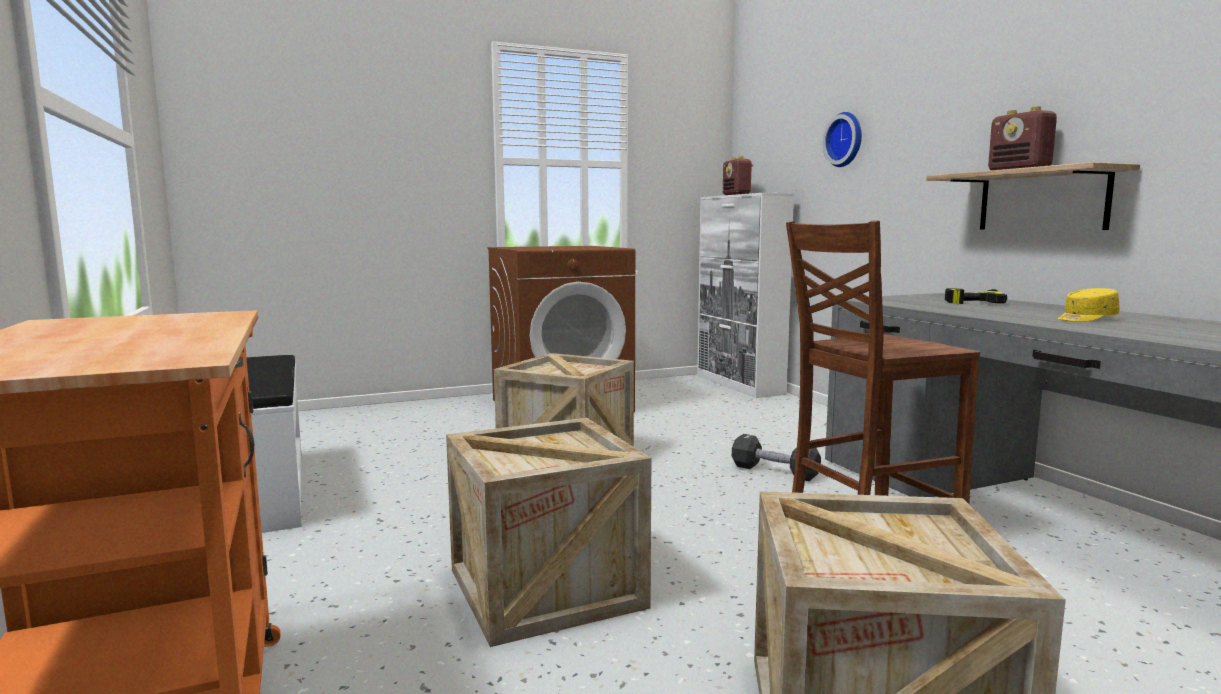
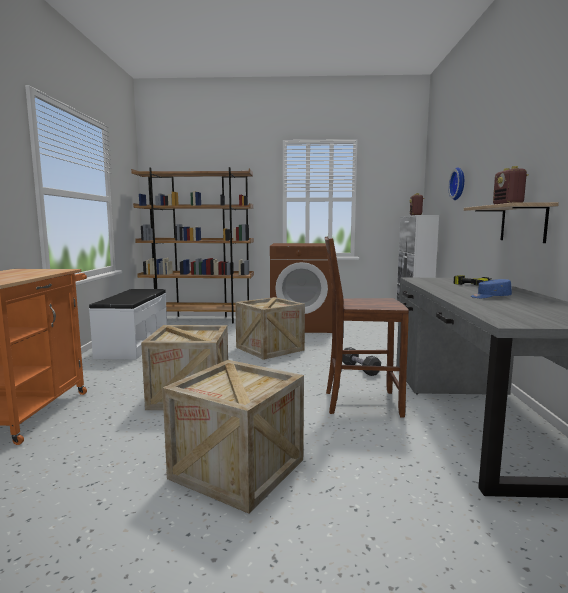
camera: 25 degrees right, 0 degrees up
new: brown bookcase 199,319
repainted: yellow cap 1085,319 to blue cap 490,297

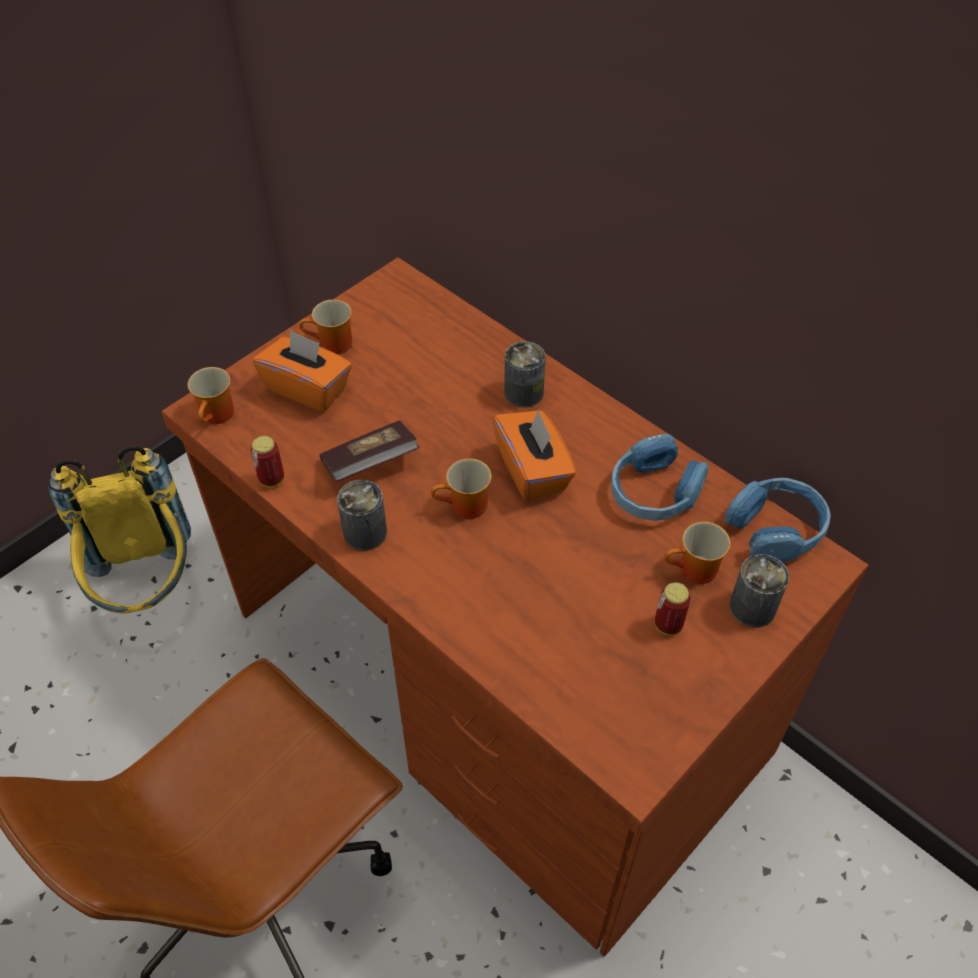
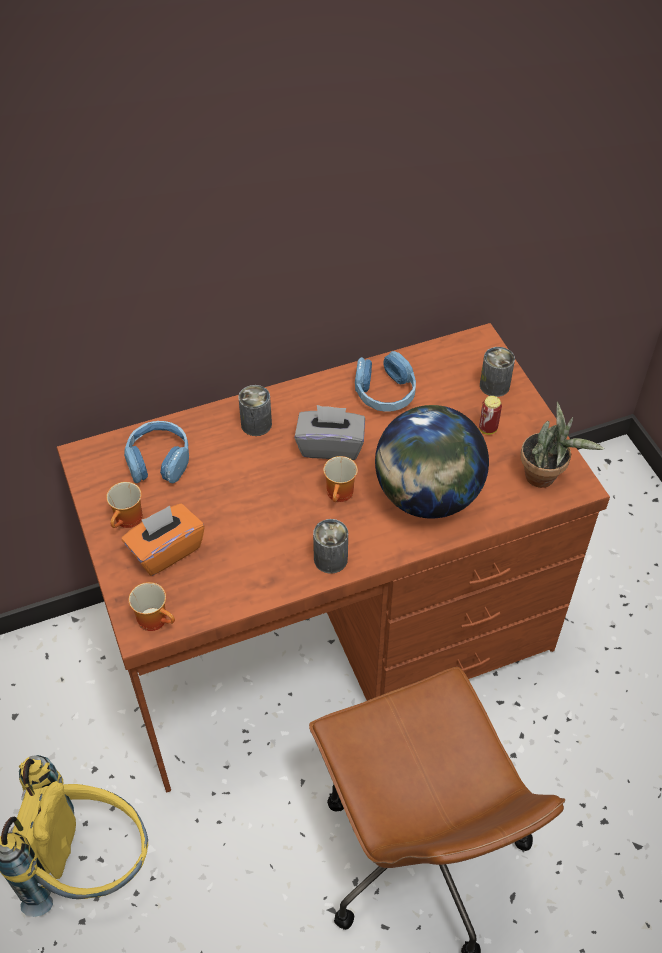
camera: 65 degrees left, 0 degrees up
gone: can 272,480; book 370,463; mug 695,572
new: globe 427,496; potted plant 545,477
shifted: blue headphones 775,529 to 159,460
repainted: orange tissue box 533,471 to grey tissue box 330,446

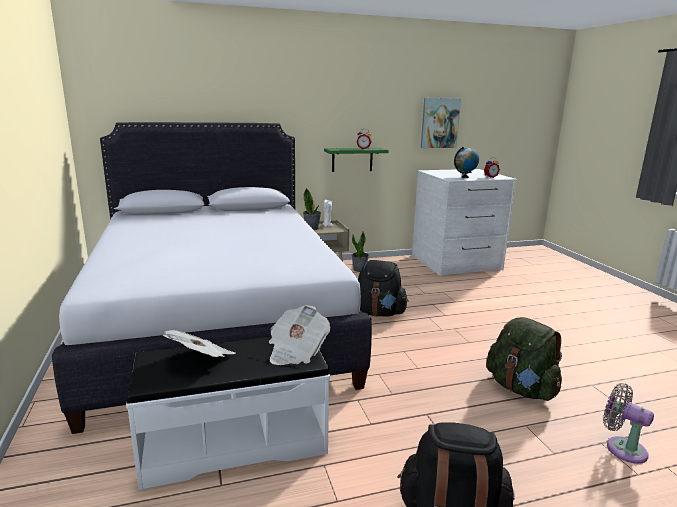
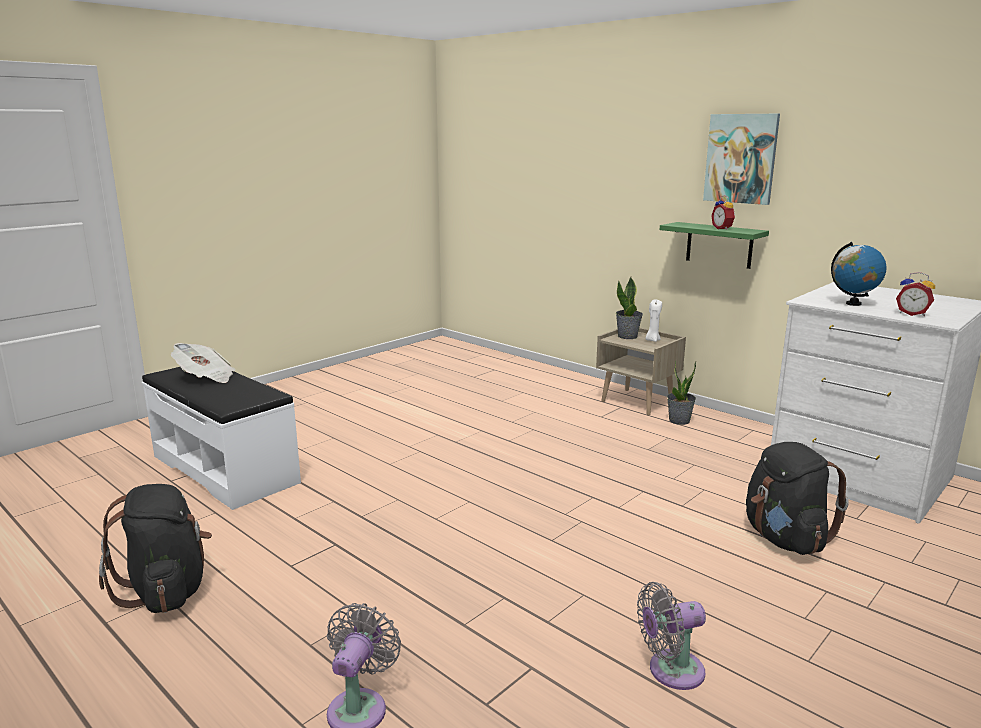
camera: 60 degrees right, 0 degrees up
gone: white bed 217,322; newspaper 296,351; green backpack 521,388
new: grey fan 670,671
shifted: black backpack 378,313 to 784,539; picture 439,123 to 741,158

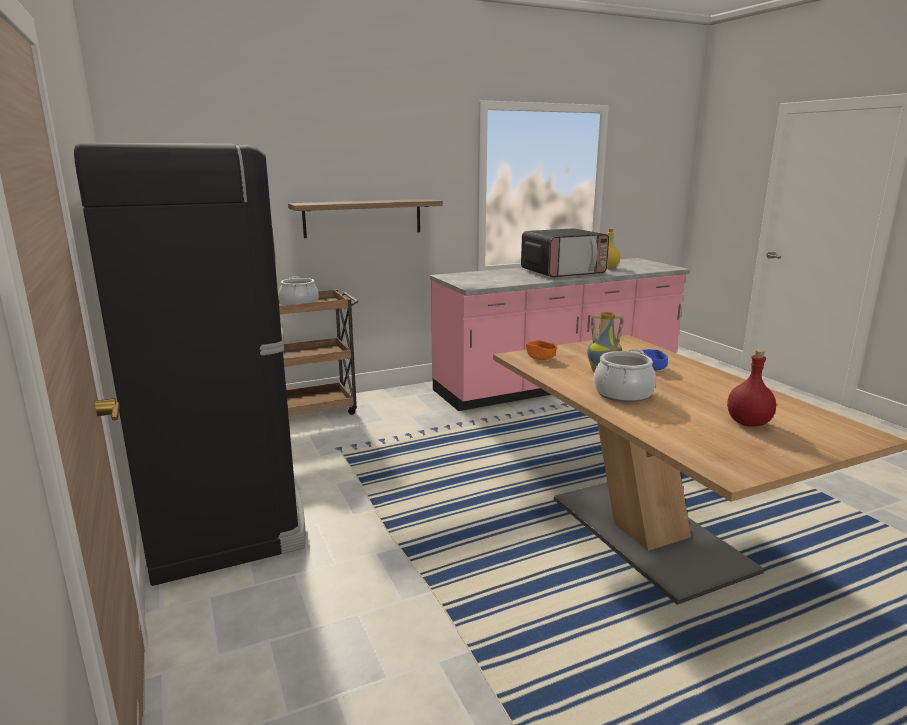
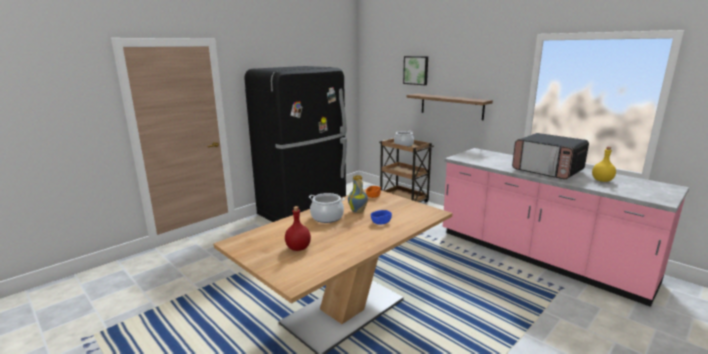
camera: 70 degrees right, 0 degrees up
new: picture 416,70

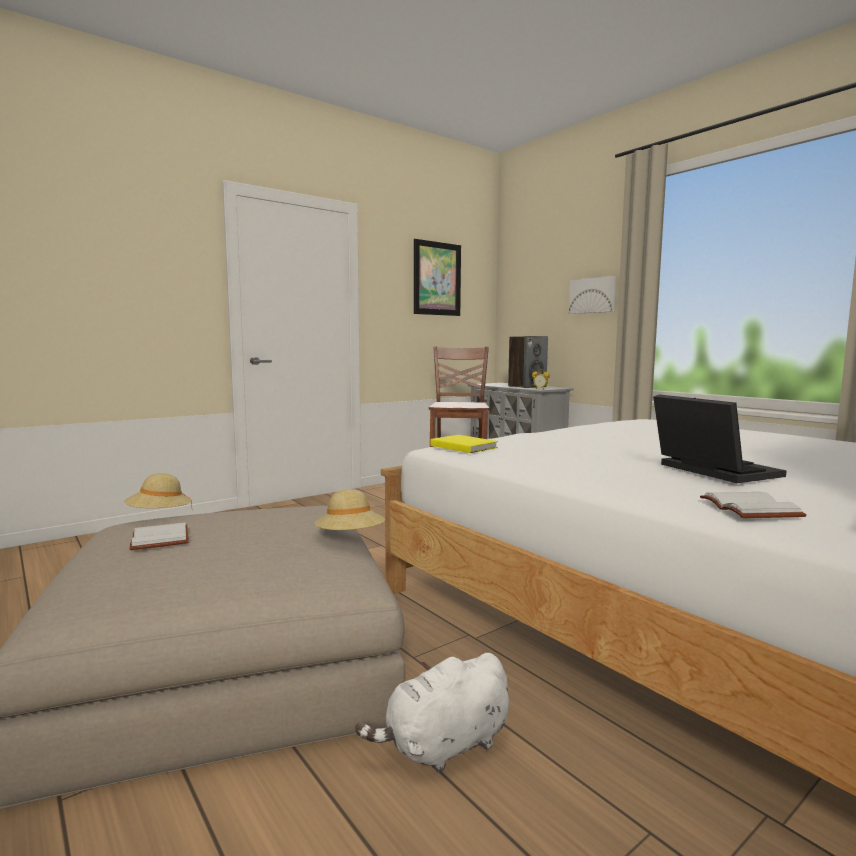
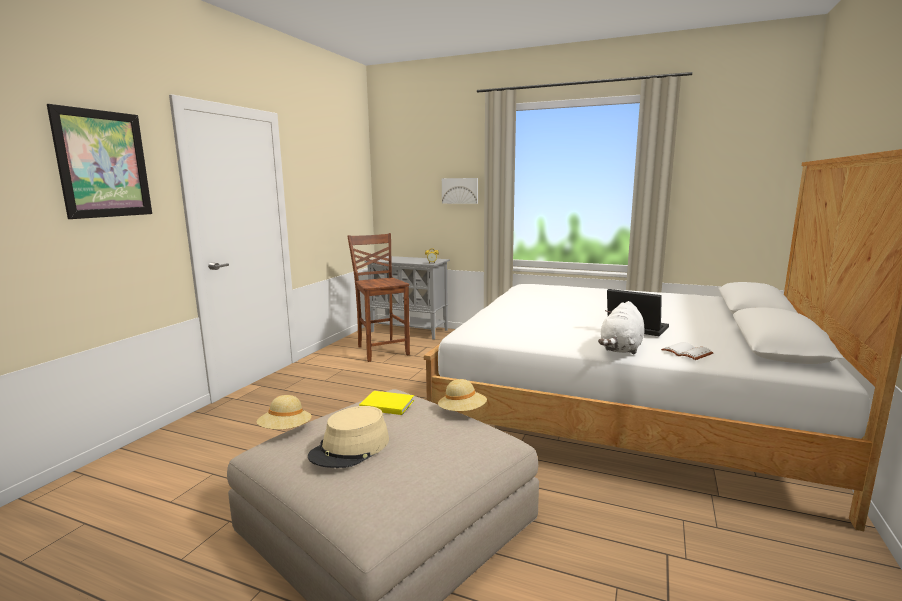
camera: 30 degrees left, 5 degrees up
gone: speaker 527,386
shifted: white plush toy 444,746 to 621,349; picture 437,279 to 103,164; yellow book 463,446 to 386,404
swapped: white book 162,539 to beige hat 350,448

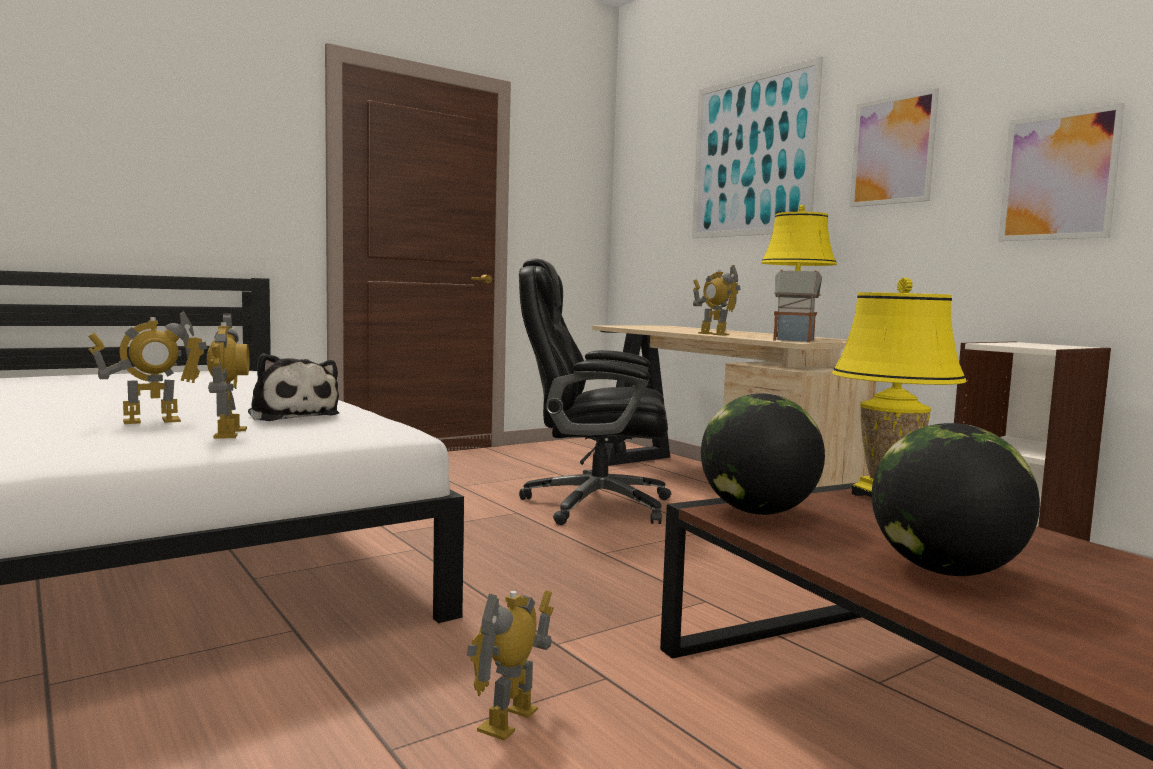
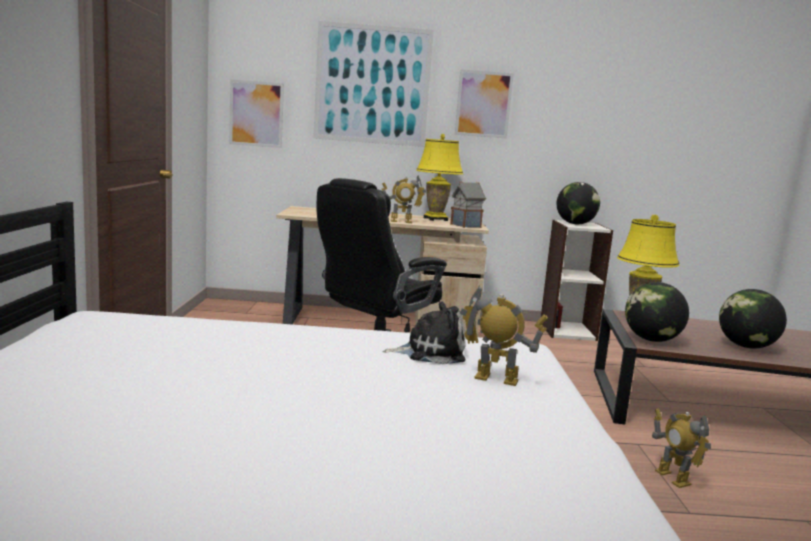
camera: 55 degrees left, 5 degrees up
gone: toy robot 152,421
new: globe 575,224
shifted: picture 1058,176 to 256,114

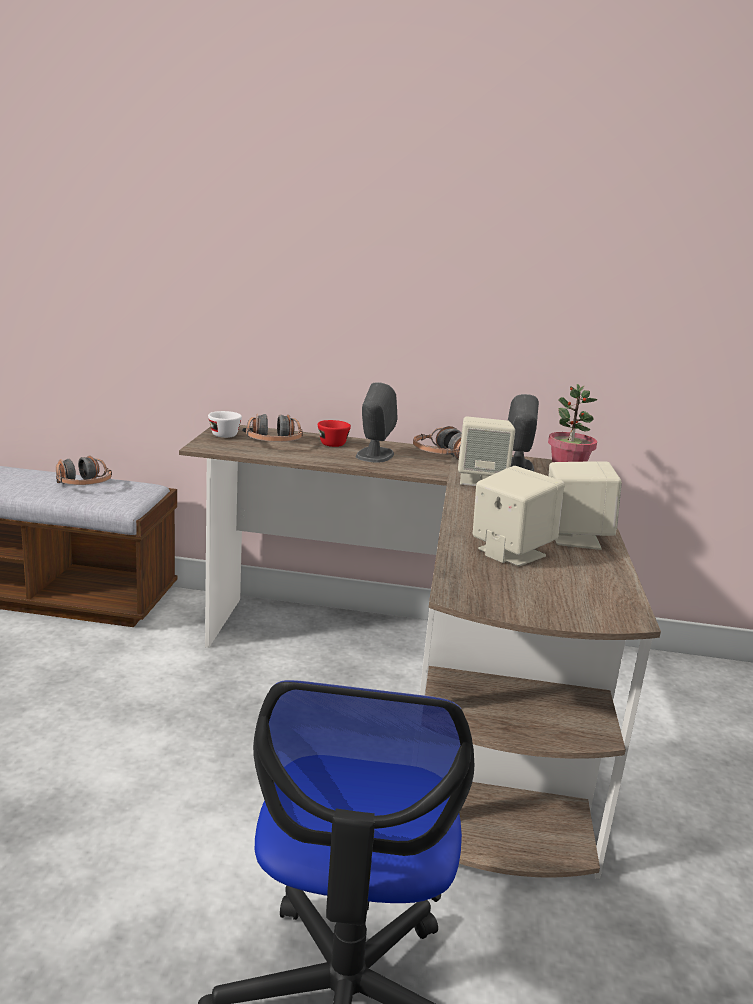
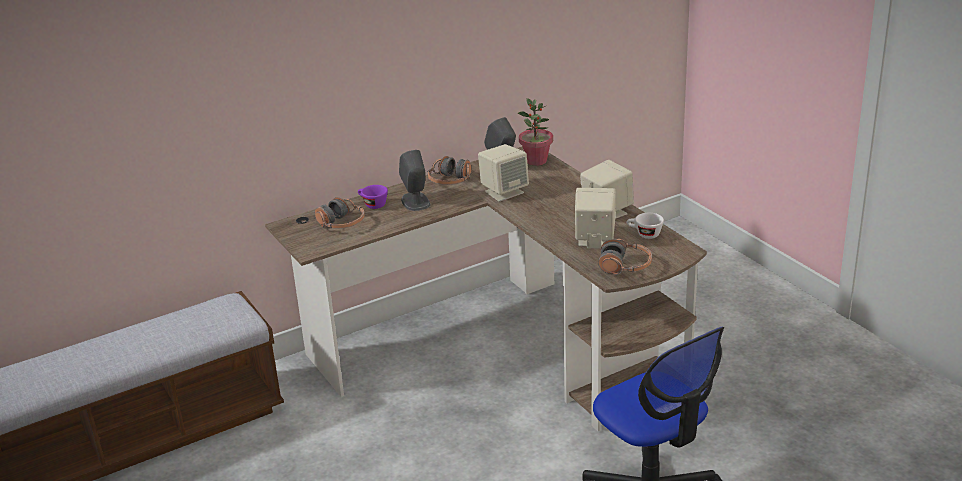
camera: 35 degrees left, 10 degrees up
shifted: headphones 83,485 to 625,267; white cup 222,434 to 644,234
repainted: red cup 331,443 to purple cup 372,204

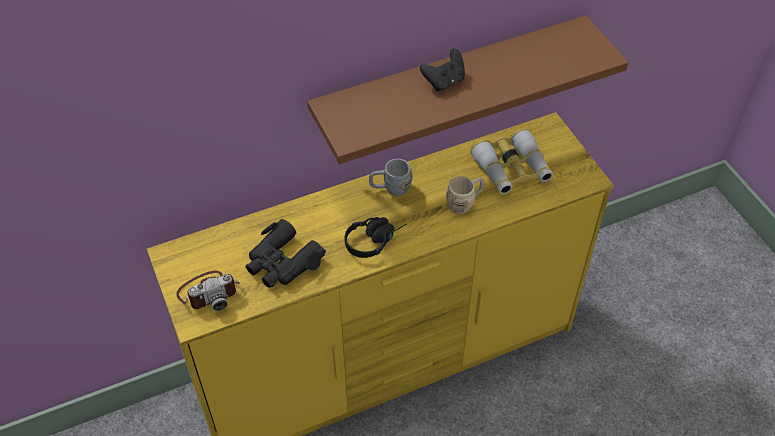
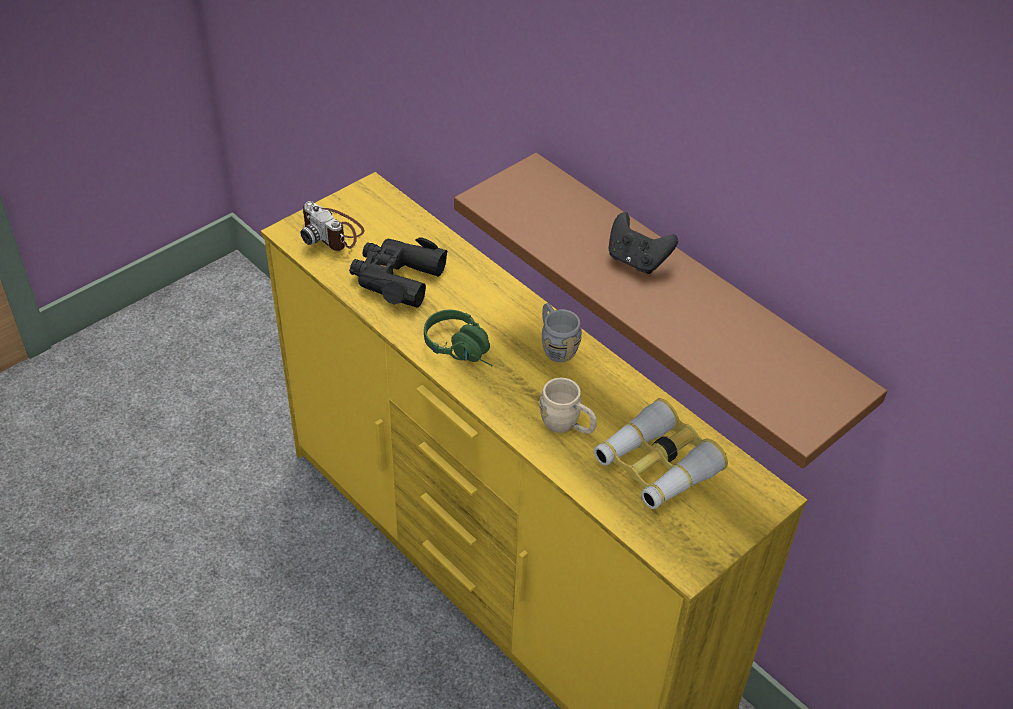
camera: 70 degrees right, 5 degrees down
repainted: black headphones 375,240 to green headphones 464,350

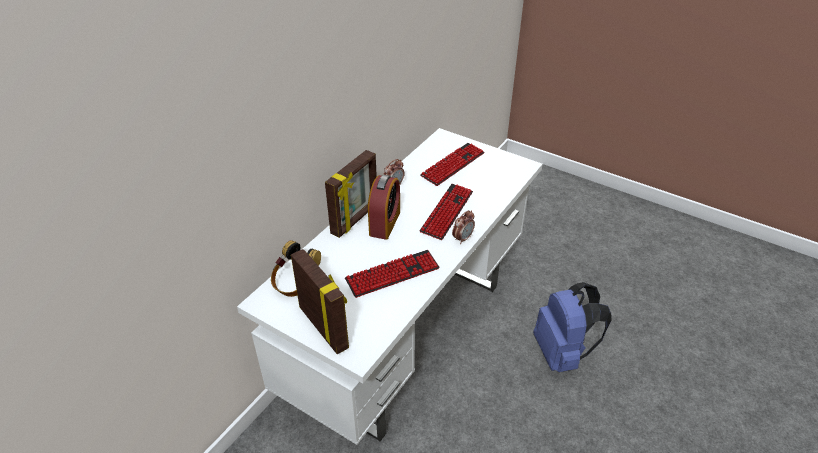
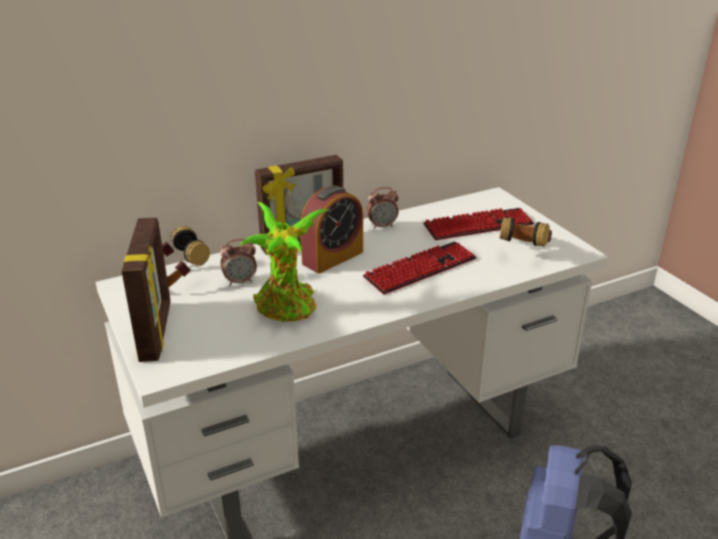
camera: 30 degrees right, 10 degrees down
new: headphones 523,251
shifted: alarm clock 462,238 to 240,281
swapped: keyboard 392,274 to potted plant 287,309

